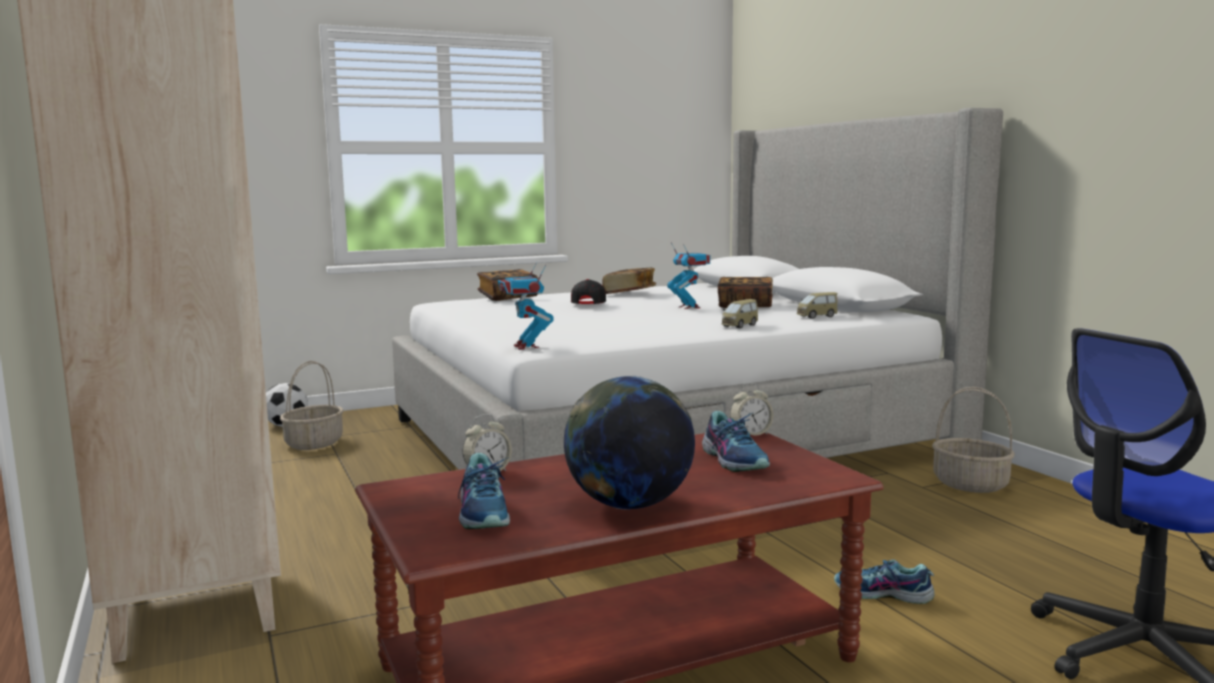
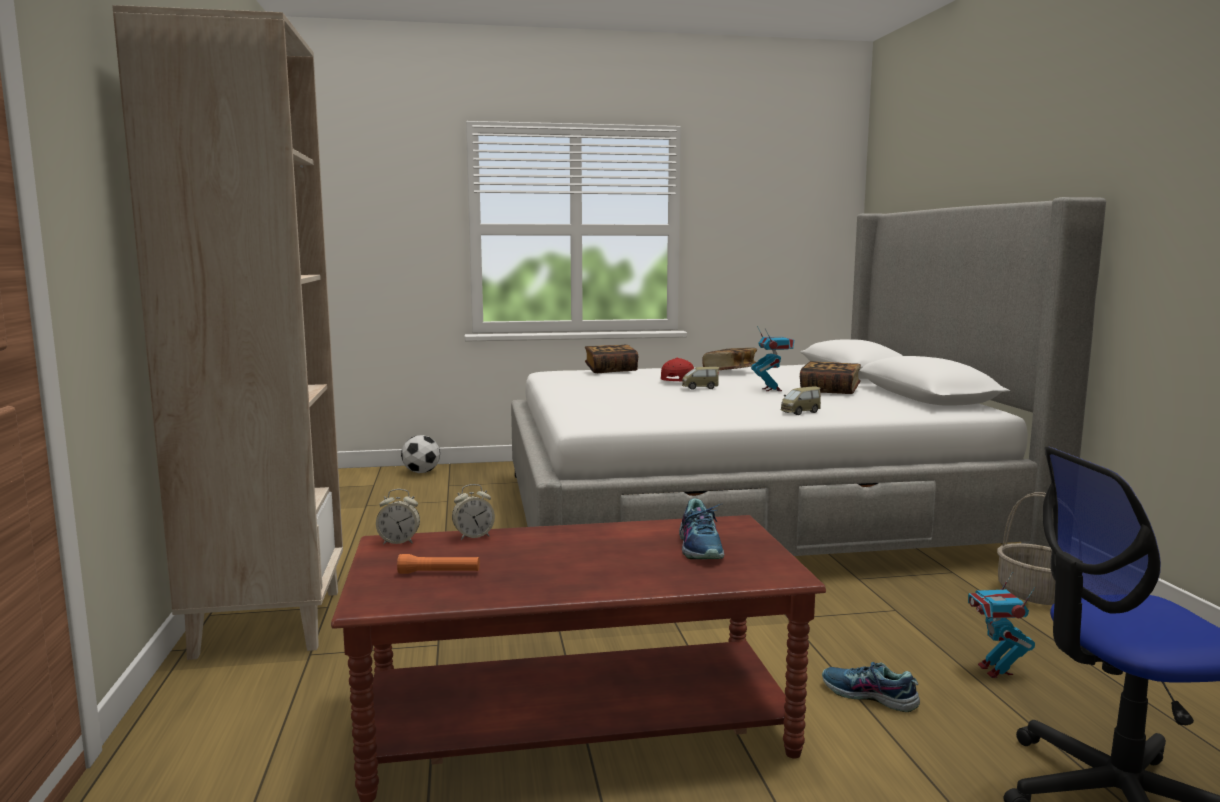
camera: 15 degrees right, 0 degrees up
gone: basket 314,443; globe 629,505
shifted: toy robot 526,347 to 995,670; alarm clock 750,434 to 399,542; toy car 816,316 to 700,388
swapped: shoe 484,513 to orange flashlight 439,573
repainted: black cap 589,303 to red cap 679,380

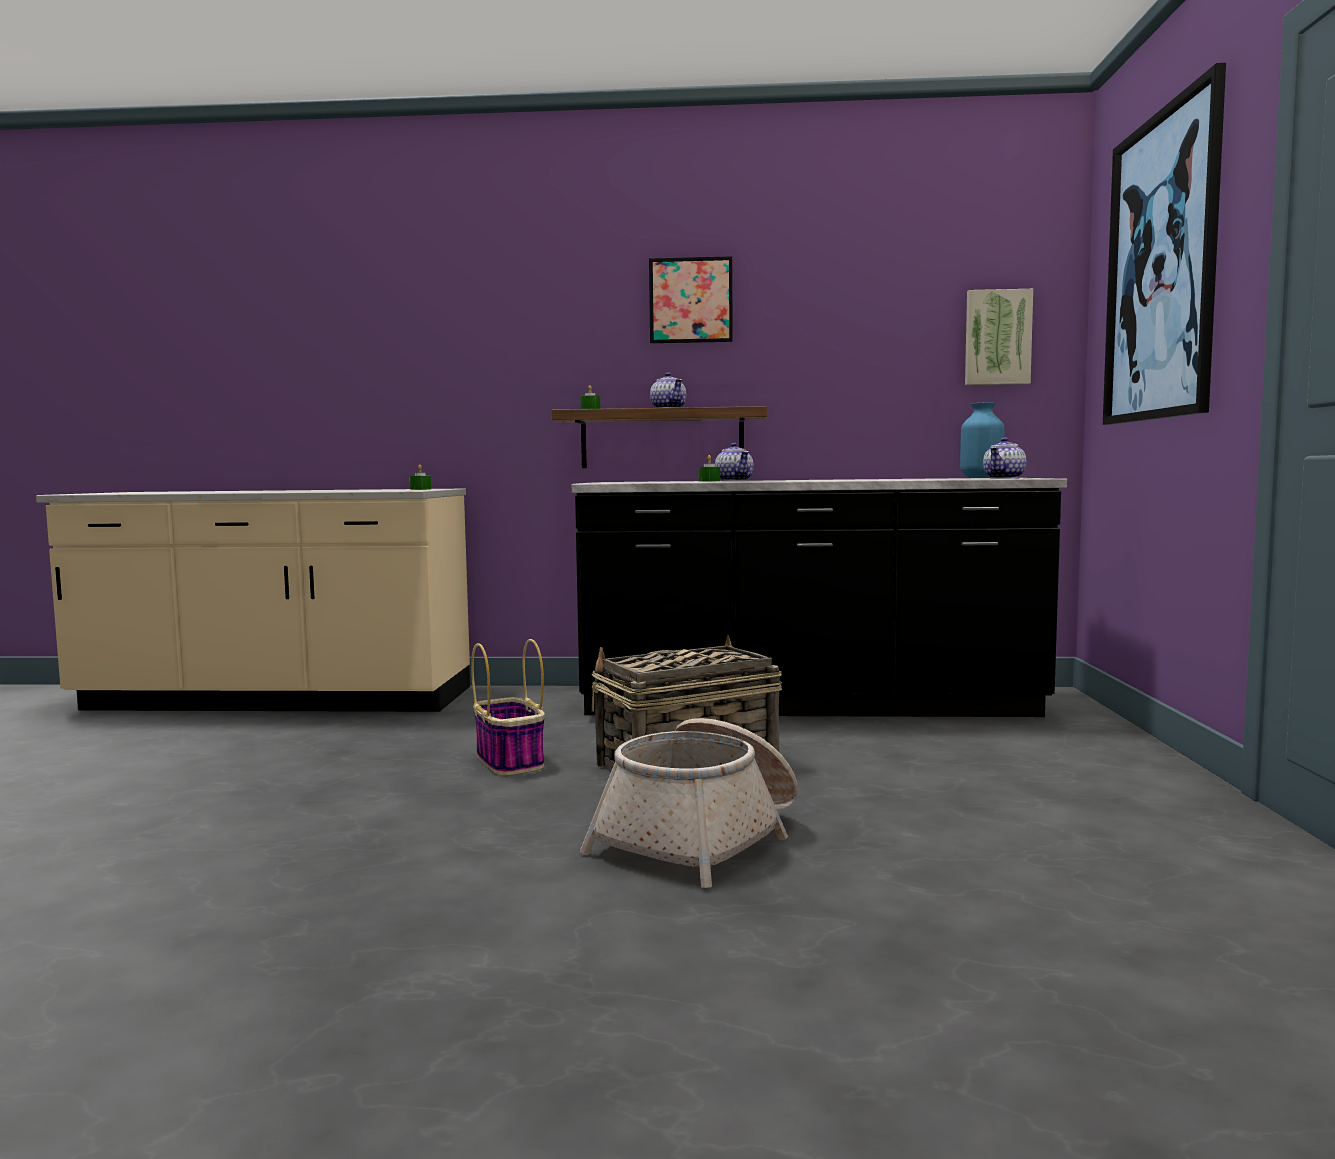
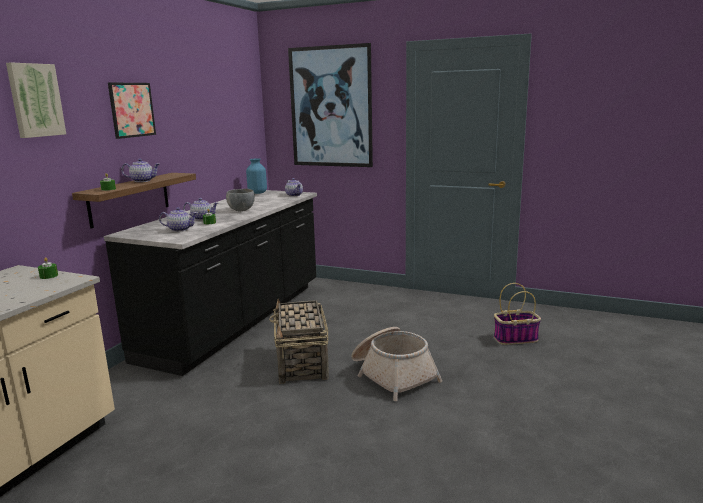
camera: 70 degrees left, 10 degrees up
new: teapot 180,229; grey bowl 241,210
shifted: basket 510,761 to 516,338; picture 997,338 to 35,100

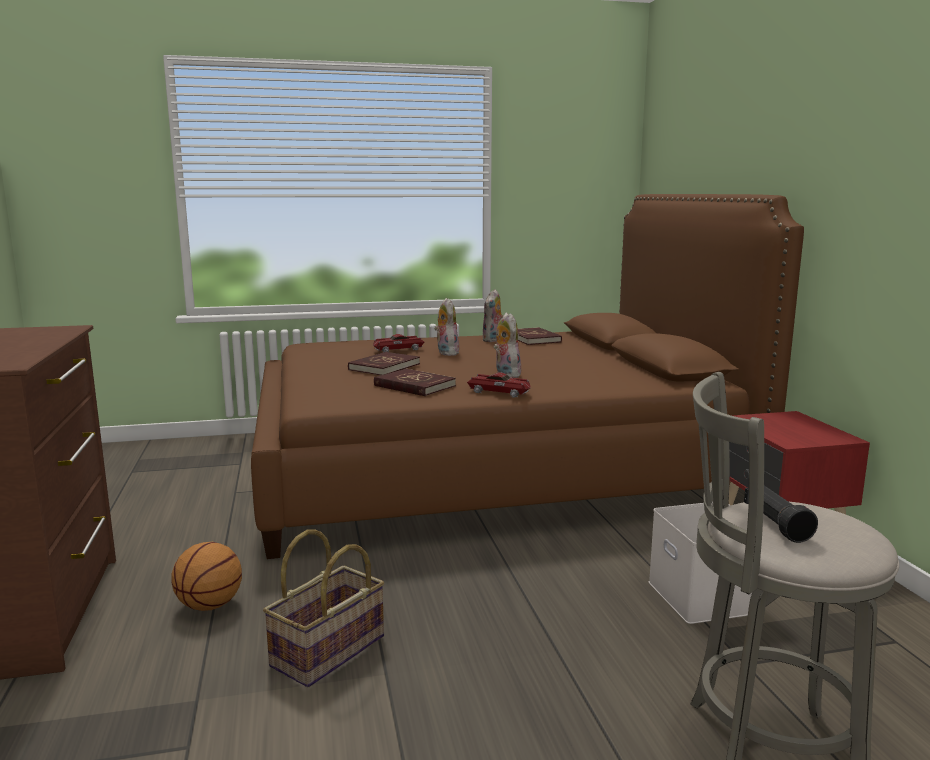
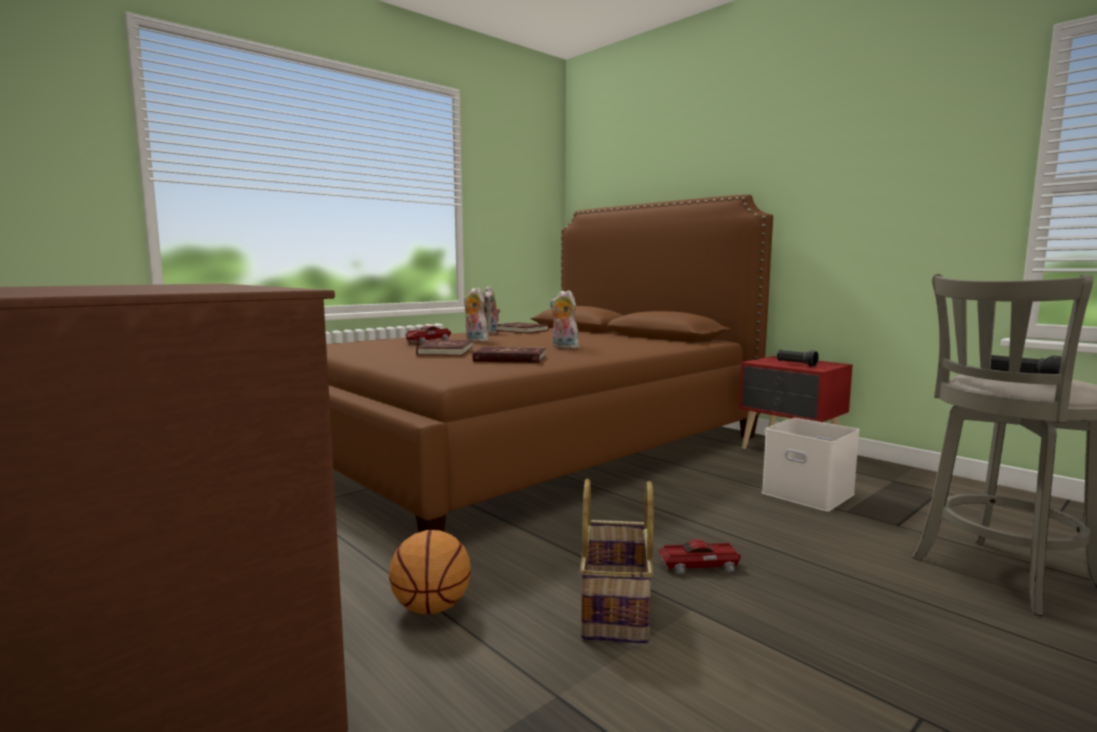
camera: 30 degrees left, 5 degrees down
new: black flashlight 796,364
shifted: toy car 500,392 to 699,565

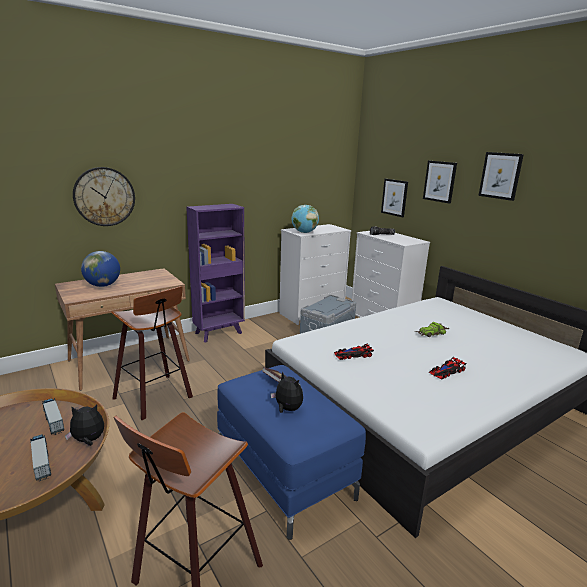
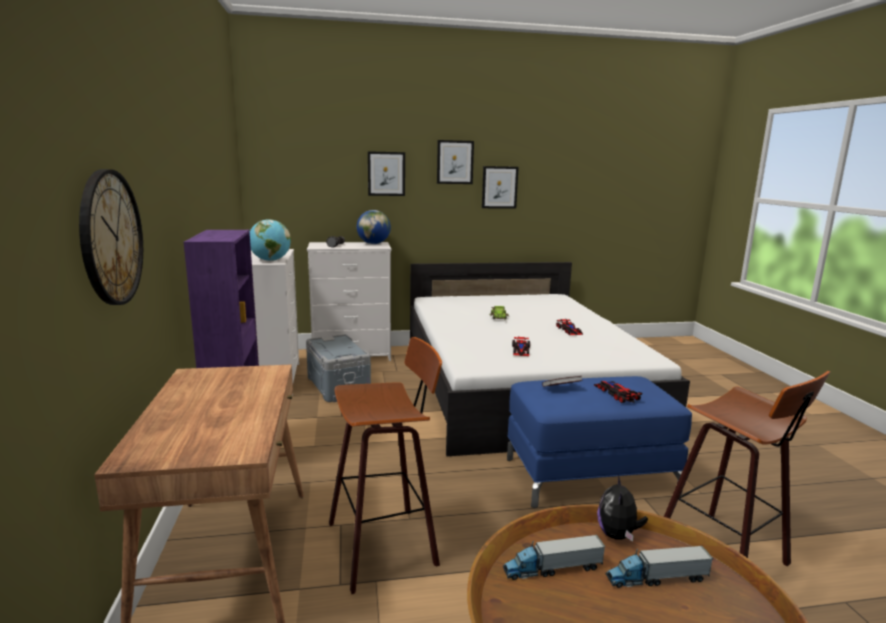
camera: 65 degrees left, 5 degrees down
shifted: globe 103,285 to 373,244; picture 394,197 to 499,187
swapped: plush toy 287,409 to toy car 616,393

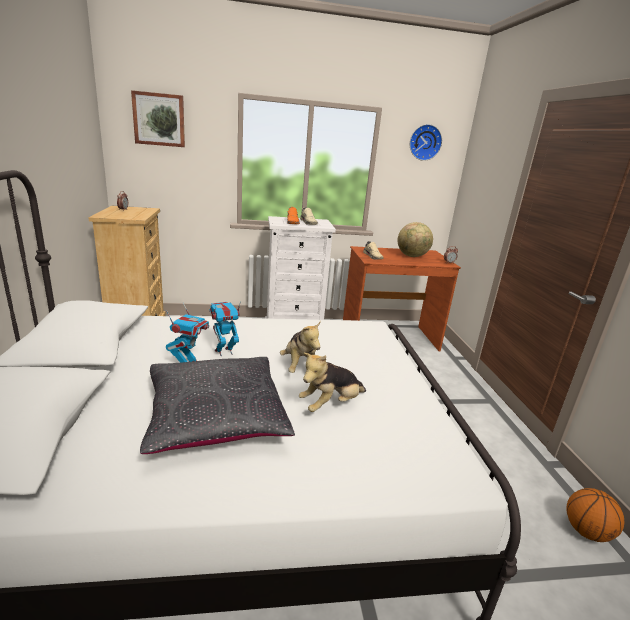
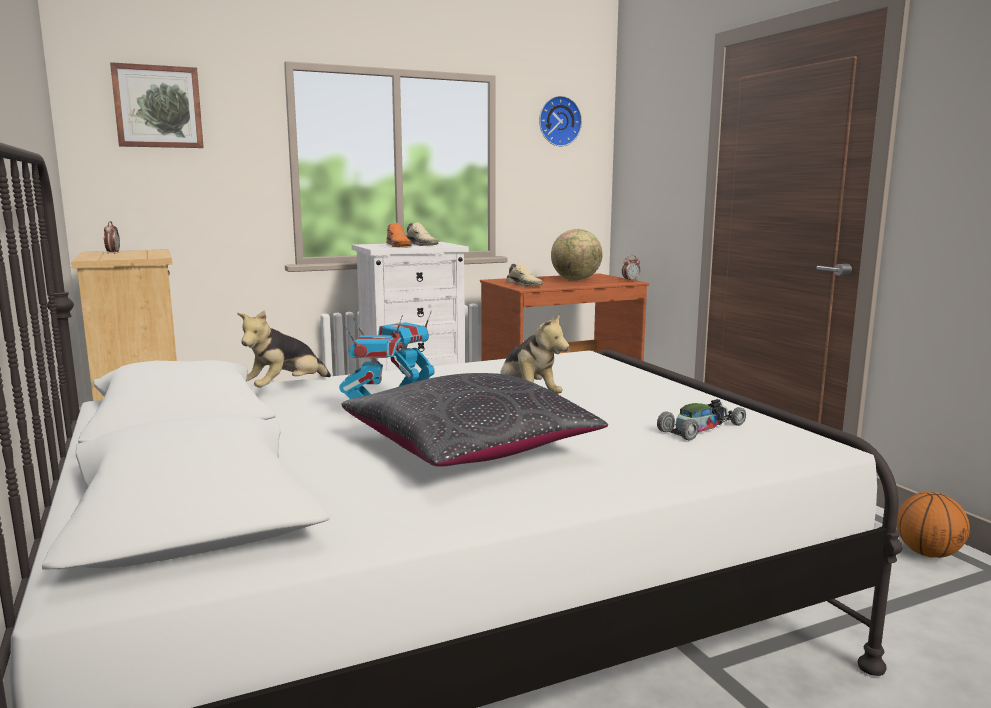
camera: 15 degrees left, 10 degrees down
new: toy car 702,428
shifted: plush toy 331,404 to 285,388

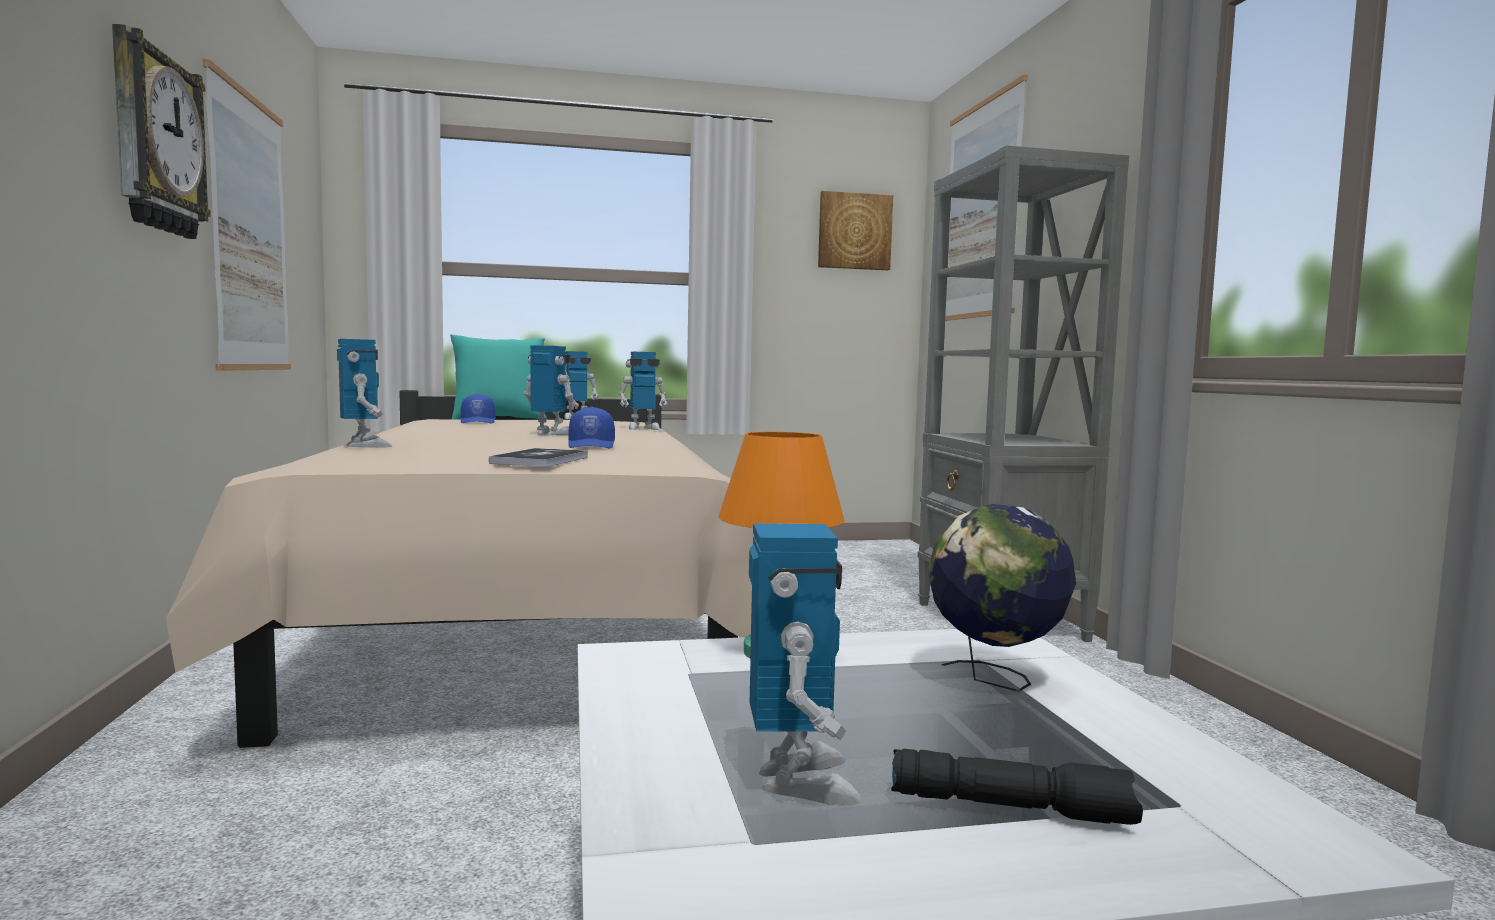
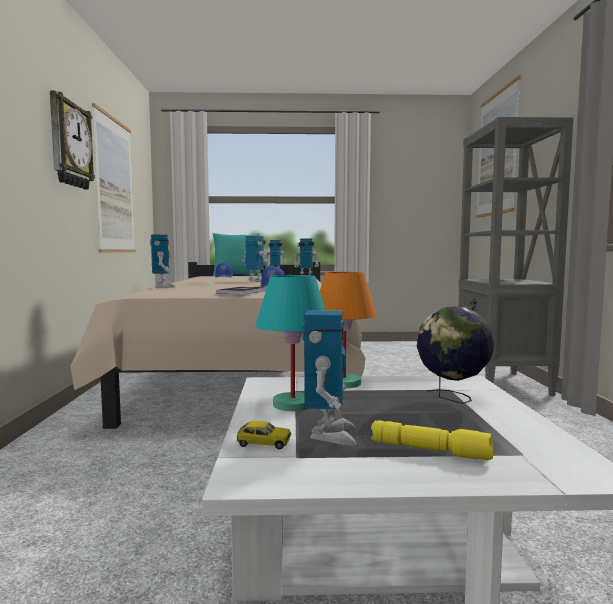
camera: 10 degrees right, 0 degrees up
gone: picture 854,231
new: toy car 264,443; turquoise table lamp 293,404
repainted: black flashlight 1012,807 to yellow flashlight 431,450

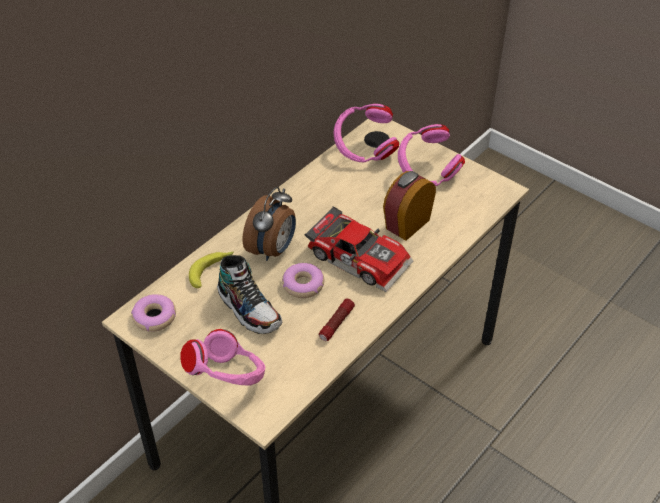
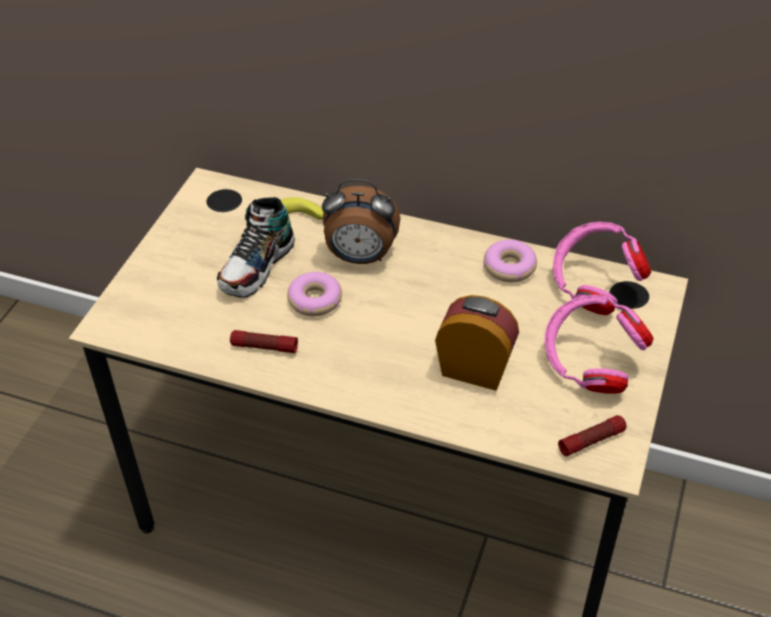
camera: 70 degrees right, 0 degrees up
gone: pink headphones 228,378; toy car 360,256
new: flashlight 591,440
shifted: donut 154,317 to 509,267

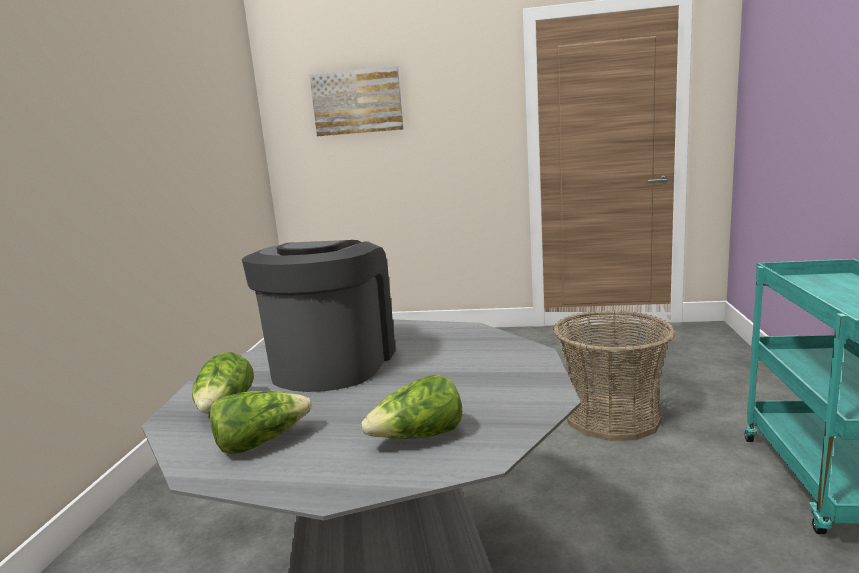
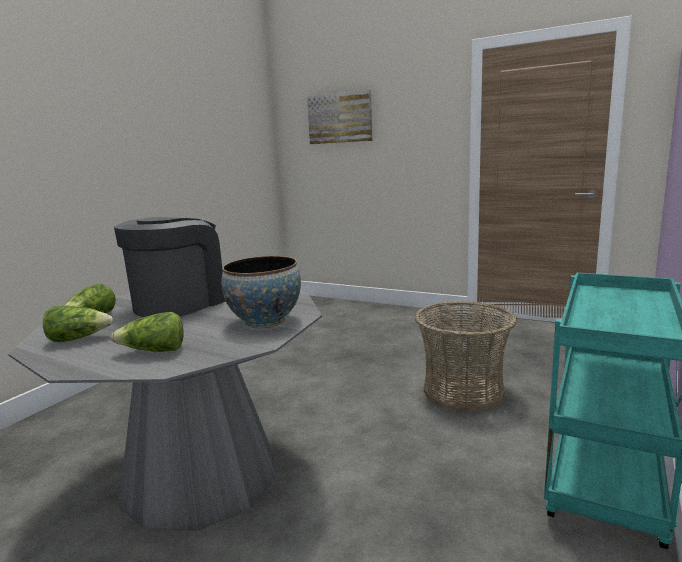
camera: 20 degrees right, 0 degrees up
new: bowl 265,321

